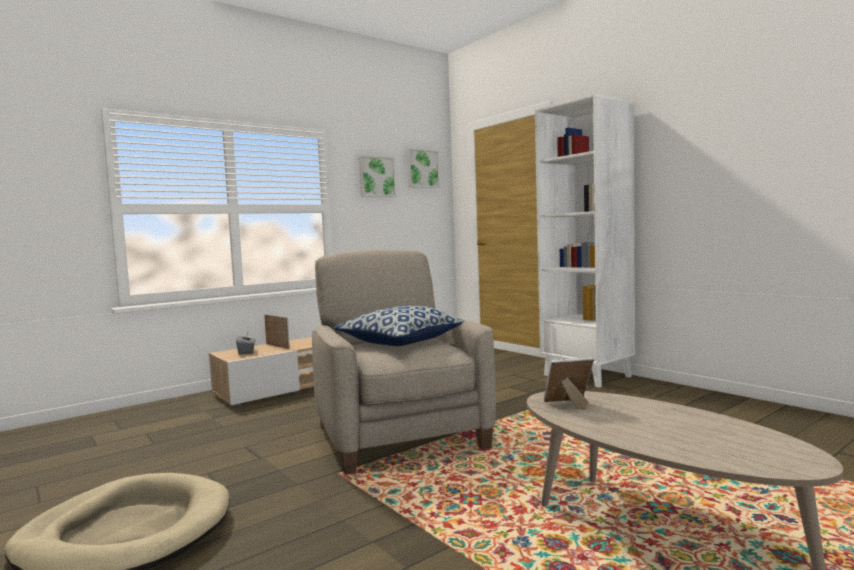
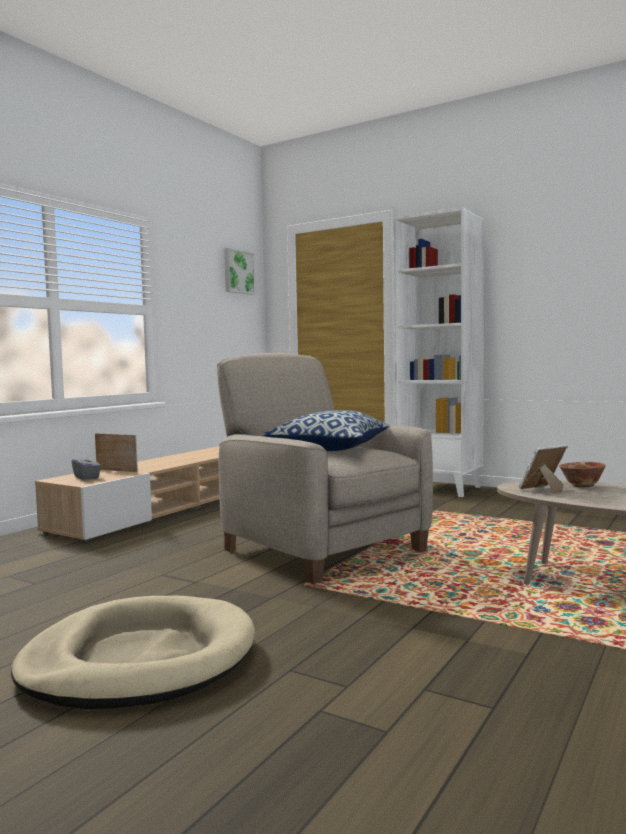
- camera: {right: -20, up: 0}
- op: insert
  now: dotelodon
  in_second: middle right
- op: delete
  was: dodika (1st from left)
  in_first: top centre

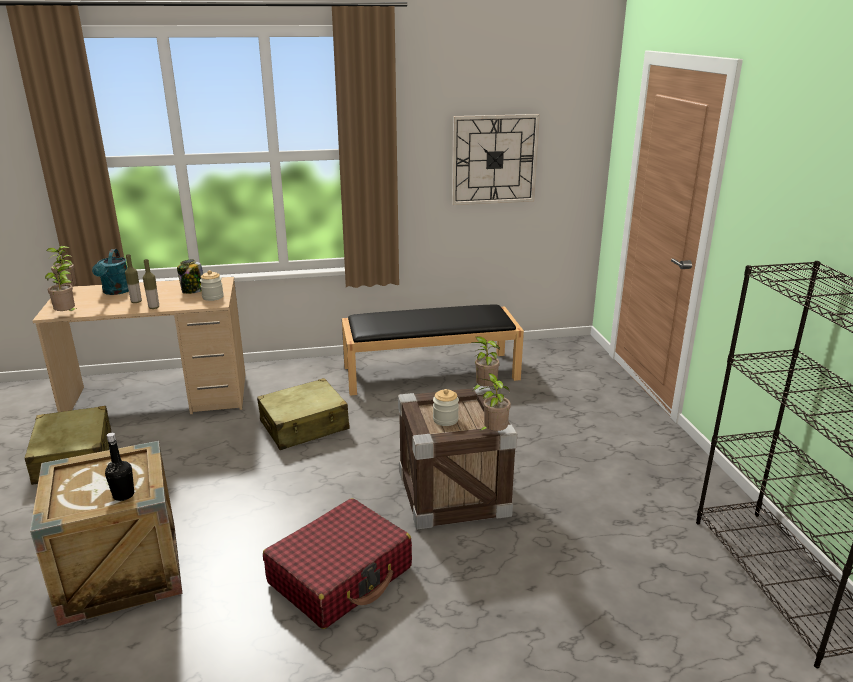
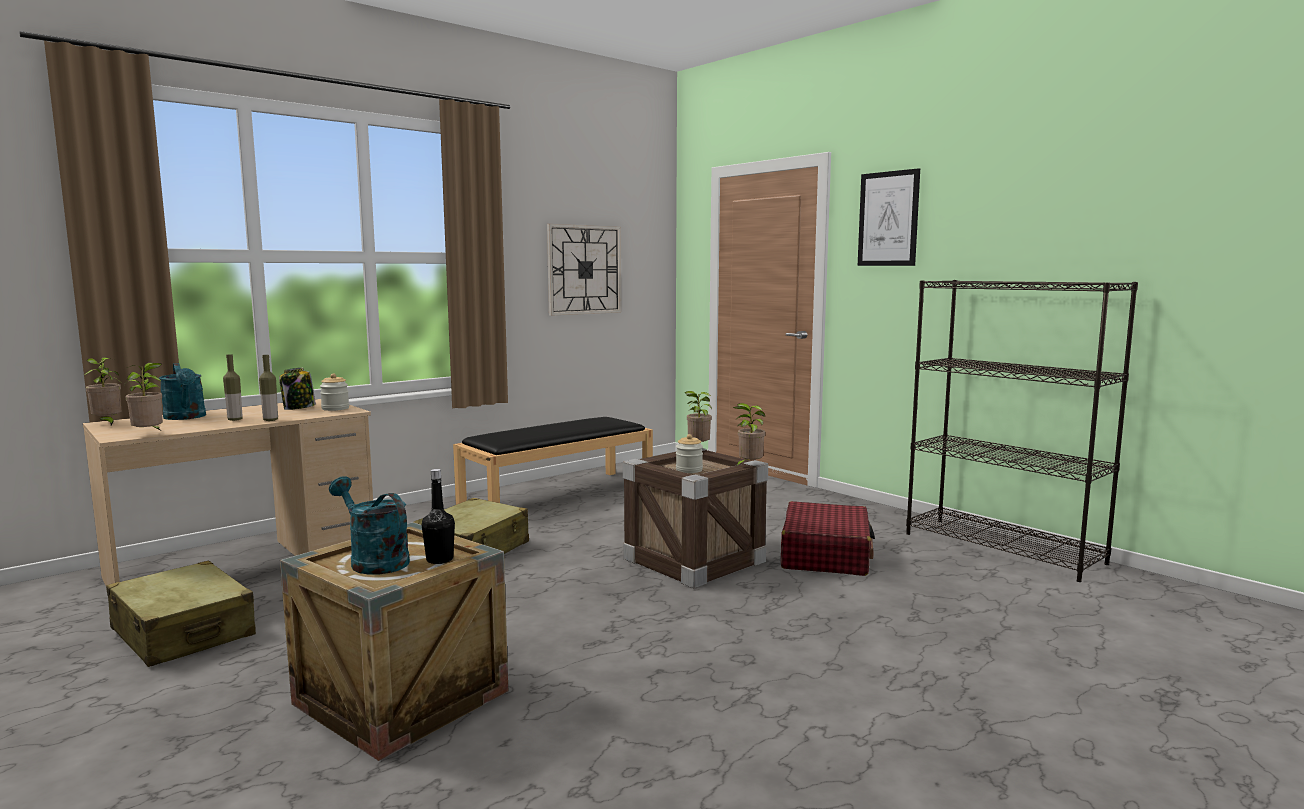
- camera: {right: -30, up: -15}
- op: insert
  now: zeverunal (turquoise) (2nd from left)
  in_second: middle left
- op: move
  was: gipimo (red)
  in_first: bottom centre
  in_second: centre
- op: insert
  now: dodika
  in_second: top right

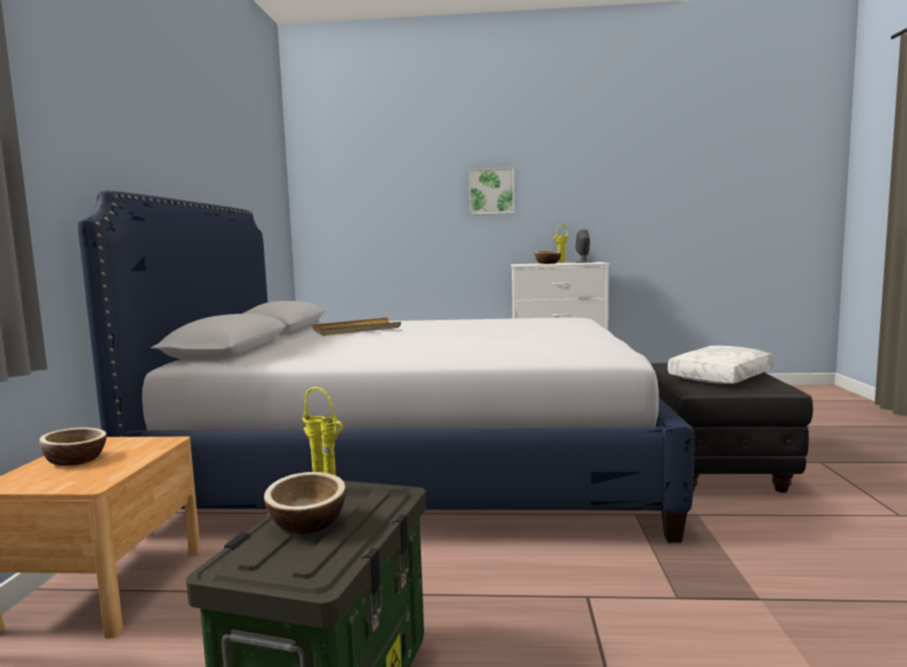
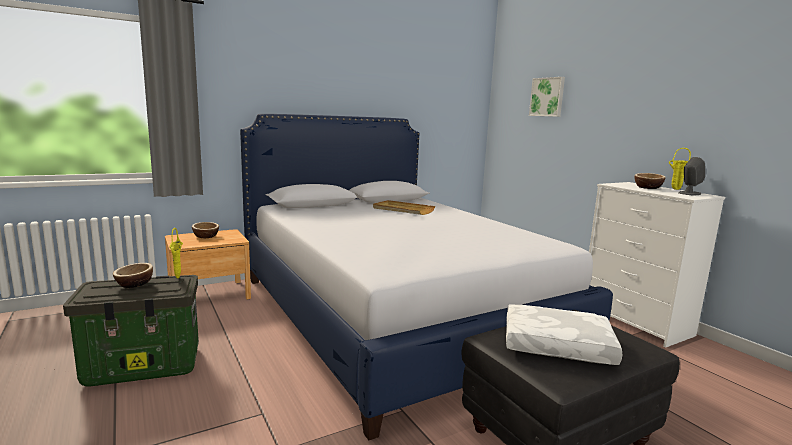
- camera: {right: 55, up: 5}
- op: move
  was: dodika
  in_first: top centre
  in_second: top right

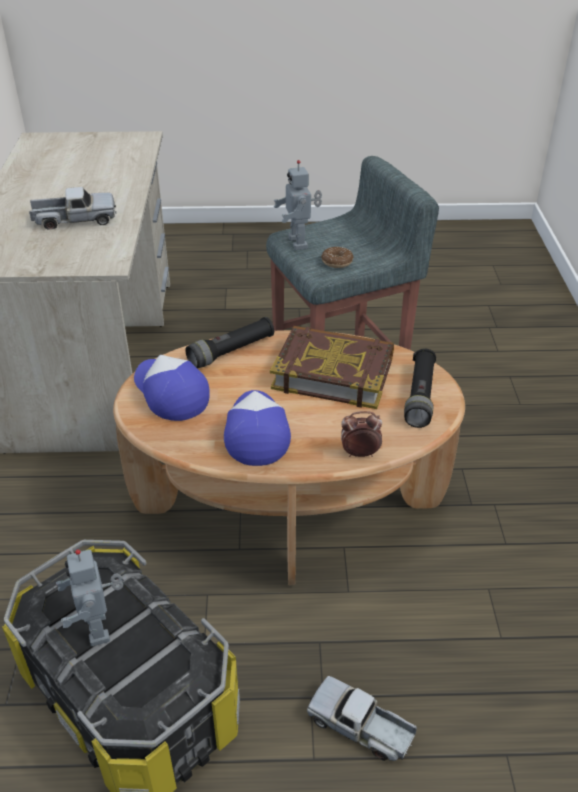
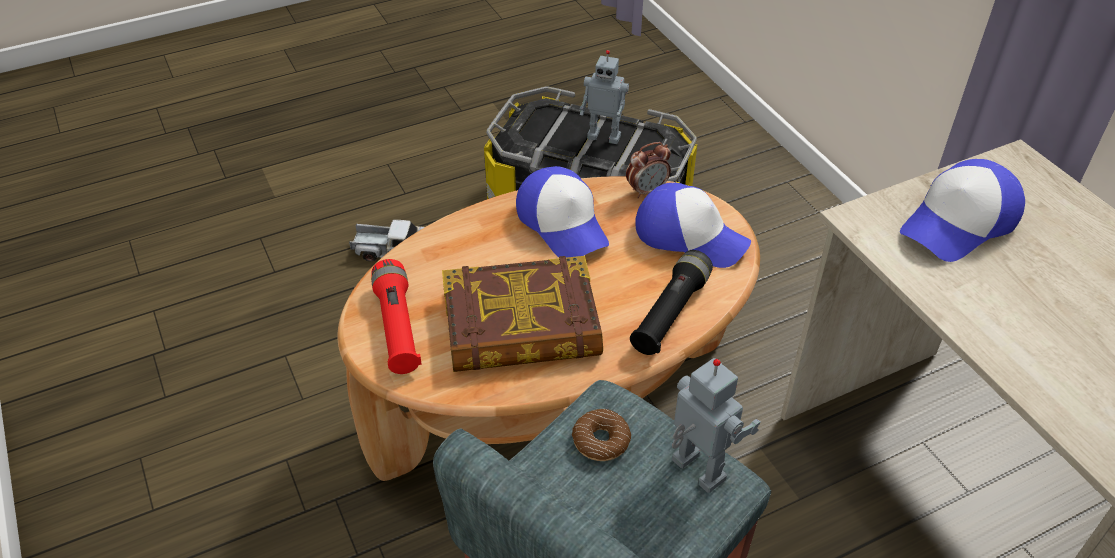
- camera: {right: 155, up: 5}
- op: recolor
  was: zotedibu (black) (2nd from left)
  now: zotedibu (red)
  in_first: middle right
  in_second: centre
- op: rotate
  was: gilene (1st from left)
  in_first: bottom left
  in_second: top centre
  clockwise: 150
- op: move
  was: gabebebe
  in_first: centre
  in_second: top centre
- op: insert
  now: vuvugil (3rd from left)
  in_second: middle right
- op: delete
  was: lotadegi (1st from left)
  in_first: top left

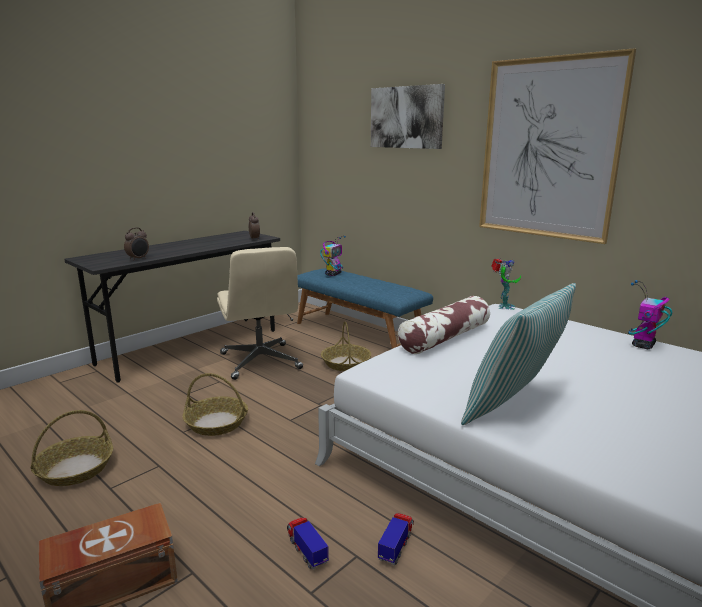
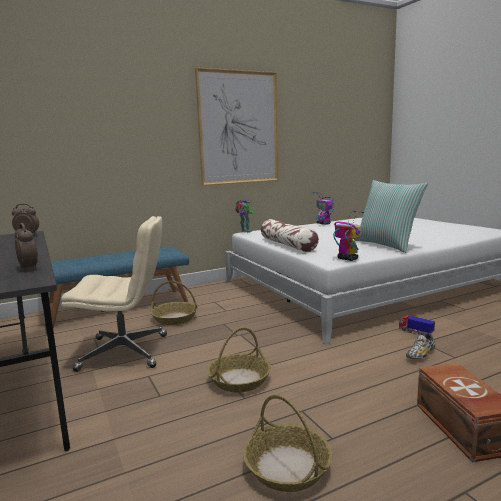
- camera: {right: -70, up: -5}
- op: move
  was: gilene (1st from left in the first image)
  now: gilene (3rd from left)
  in_first: centre
  in_second: middle right
- op: replace
  was: lotadegi (1st from left)
  now: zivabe
  in_first: bottom centre
  in_second: bottom right
- op: delete
  was: dodika (1st from left)
  in_first: top centre

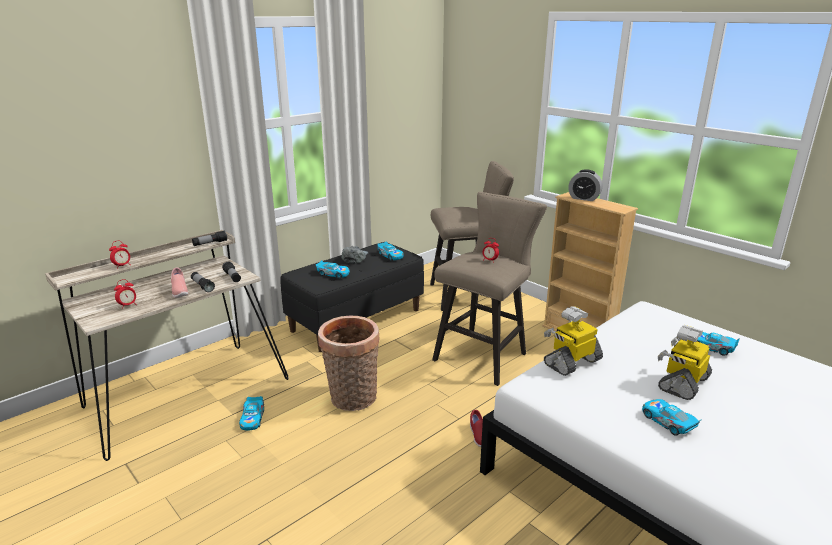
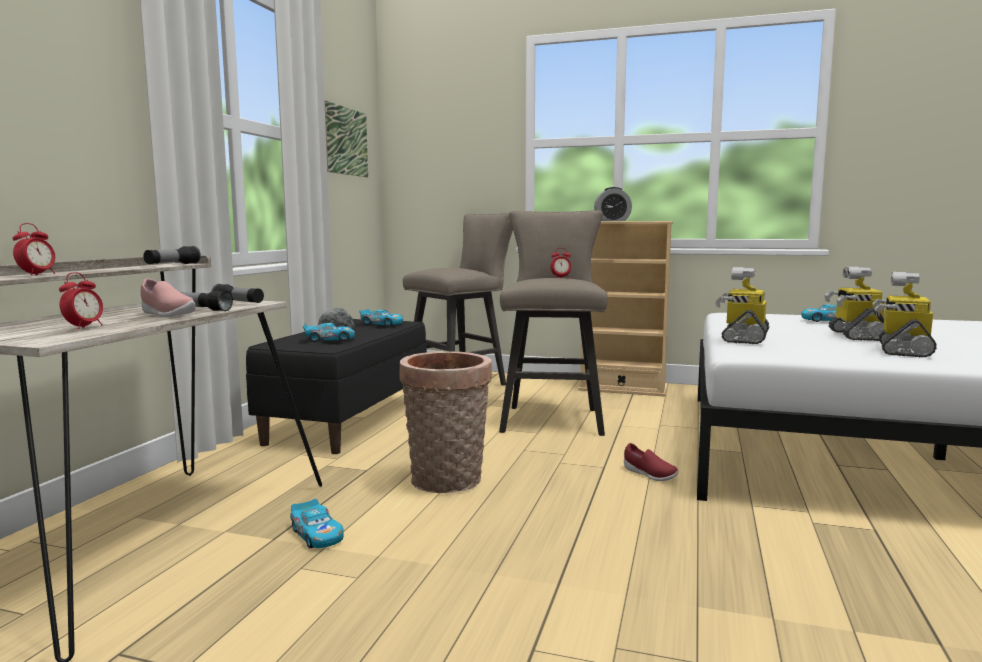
- camera: {right: -30, up: -15}
- op: insert
  now: dodika
  in_second: top centre
- op: replace
  was: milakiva (4th from left)
  now: gilene (3rd from left)
  in_first: bottom right
  in_second: middle right

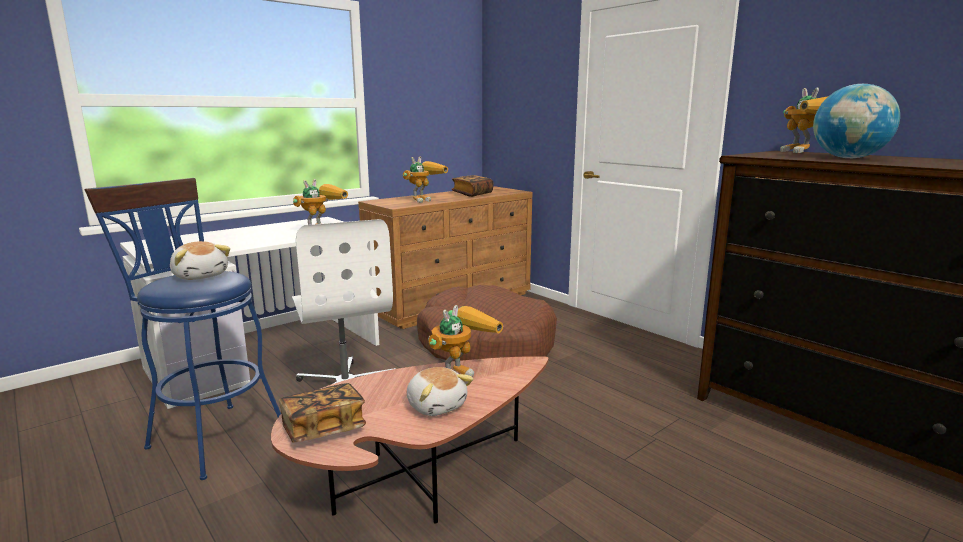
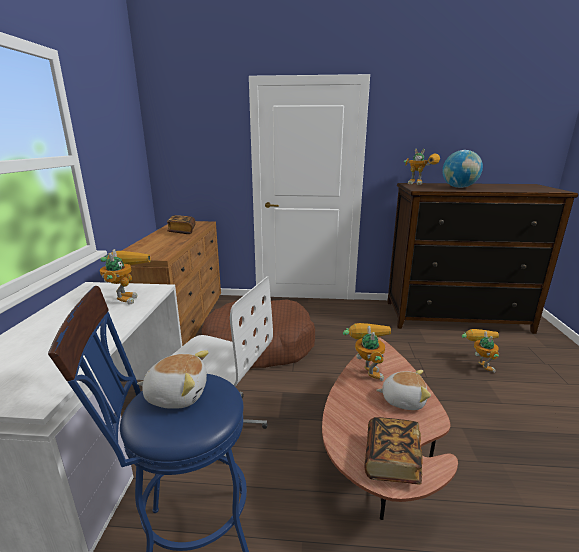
- camera: {right: -45, up: 5}
- op: move
  was: gilene (2nd from left in the first image)
  now: gilene (4th from left)
  in_first: top centre
  in_second: middle right

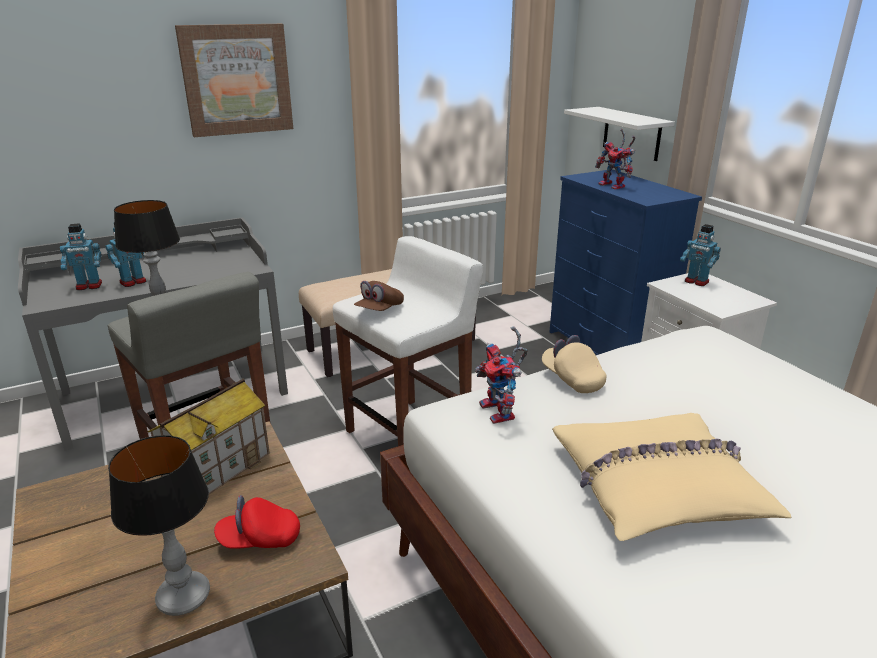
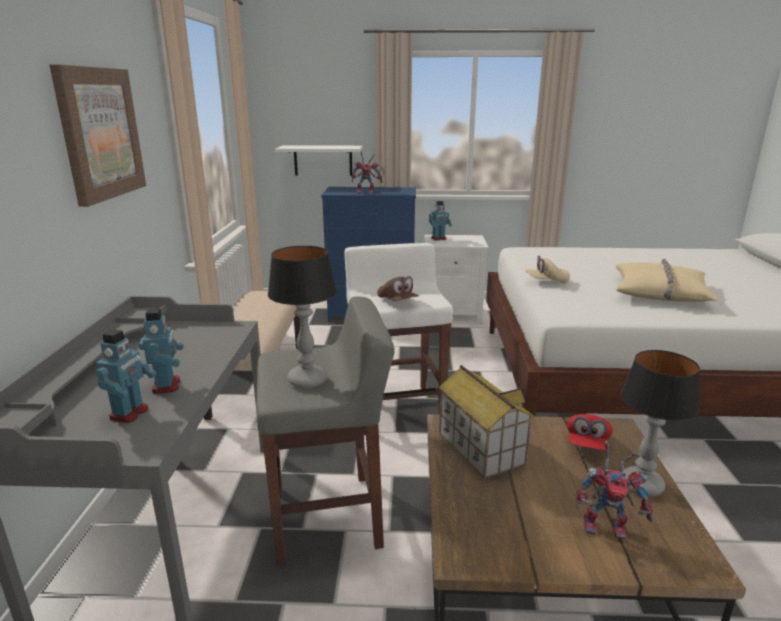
- camera: {right: -60, up: -5}
- op: move
  was: gilene (3rd from left in the first image)
  now: gilene (5th from left)
  in_first: centre
  in_second: bottom right

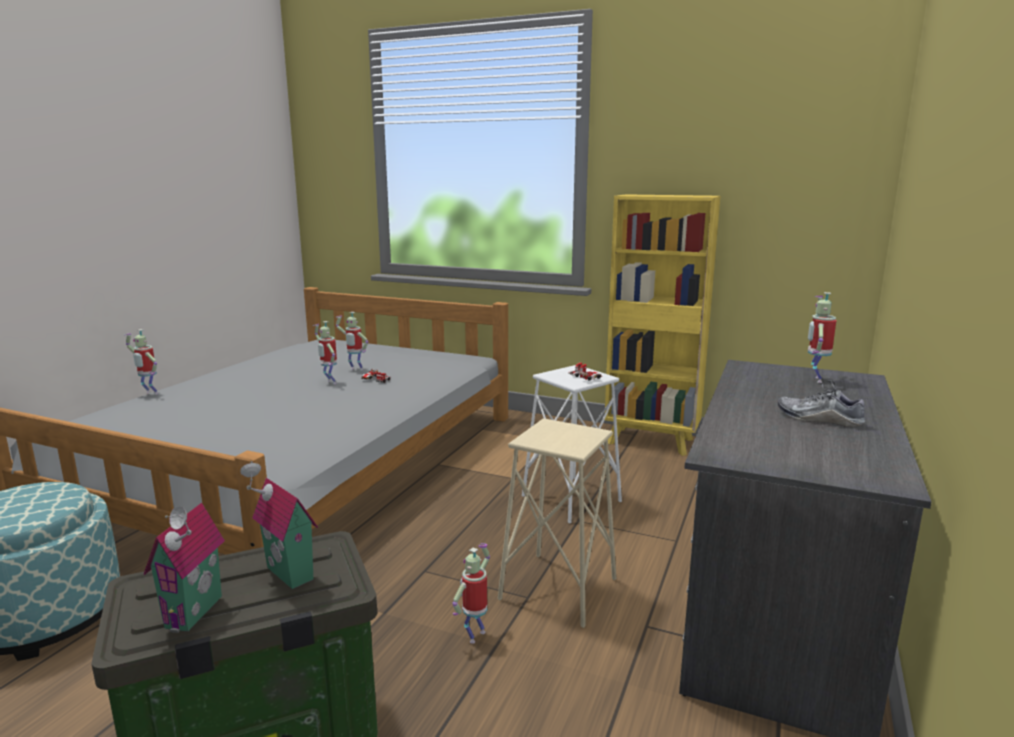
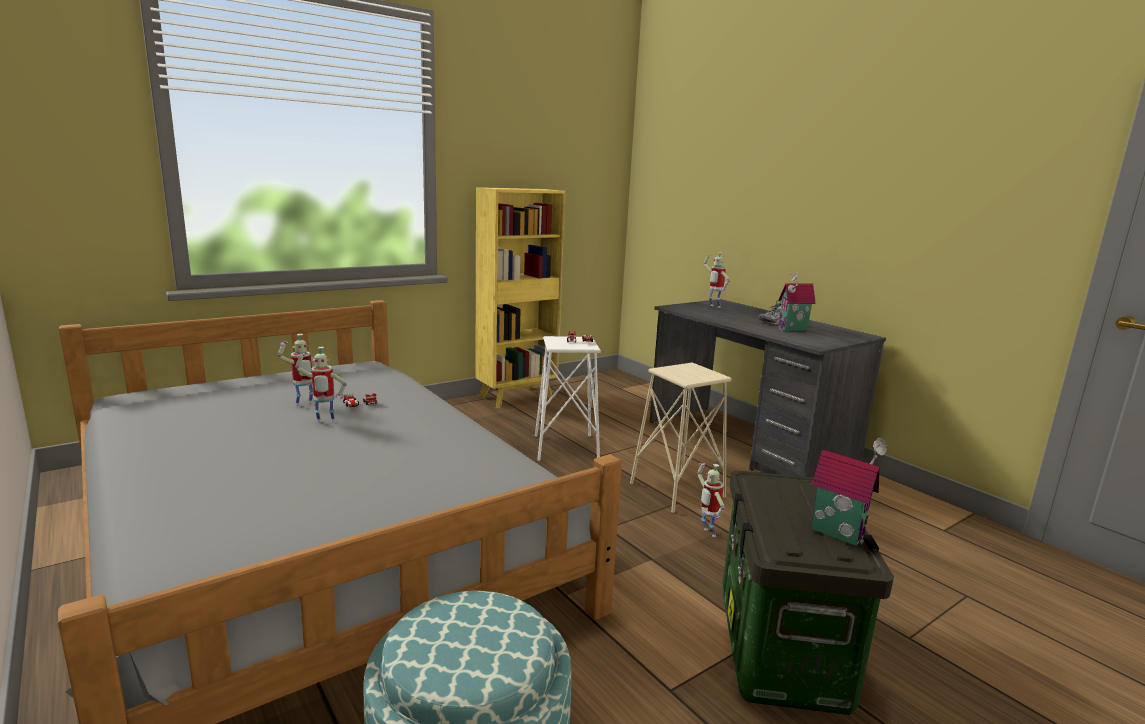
- camera: {right: -60, up: 0}
- op: move
  was: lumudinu (2nd from left in the first image)
  now: lumudinu (1st from left)
  in_first: bottom left
  in_second: middle right
- op: delete
  was: gilene (1st from left)
  in_first: middle left

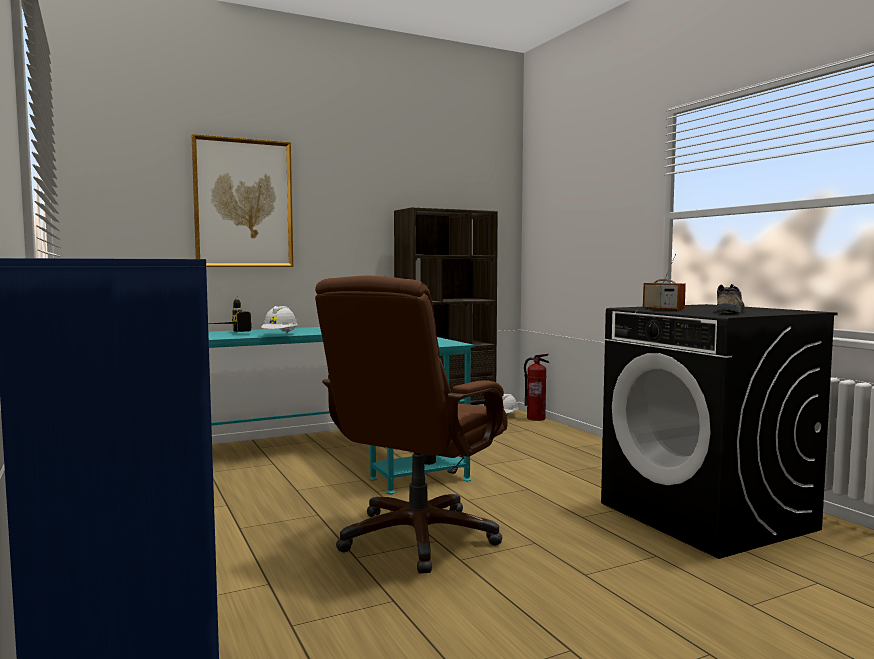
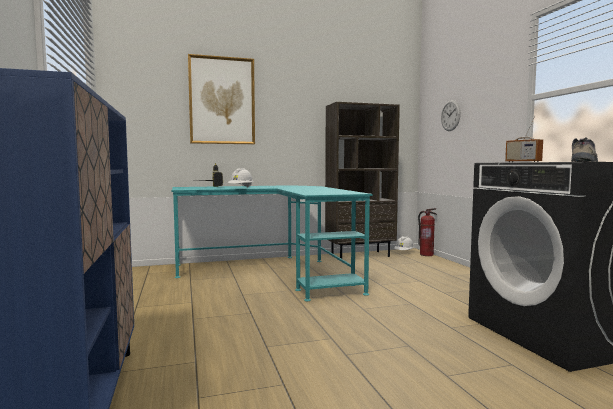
- camera: {right: 10, up: 0}
- op: insert
  now: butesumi
  in_second: top right
- op: delete
  was: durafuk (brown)
  in_first: centre

